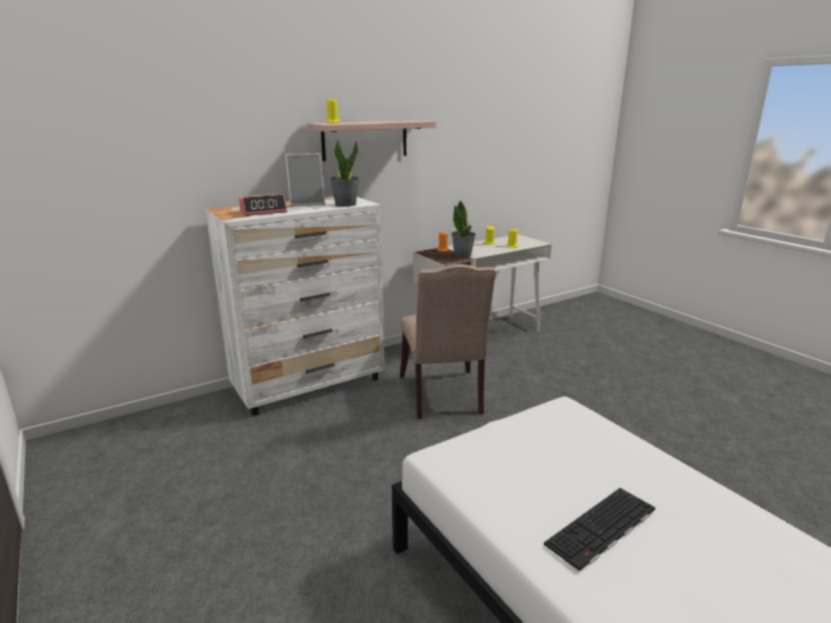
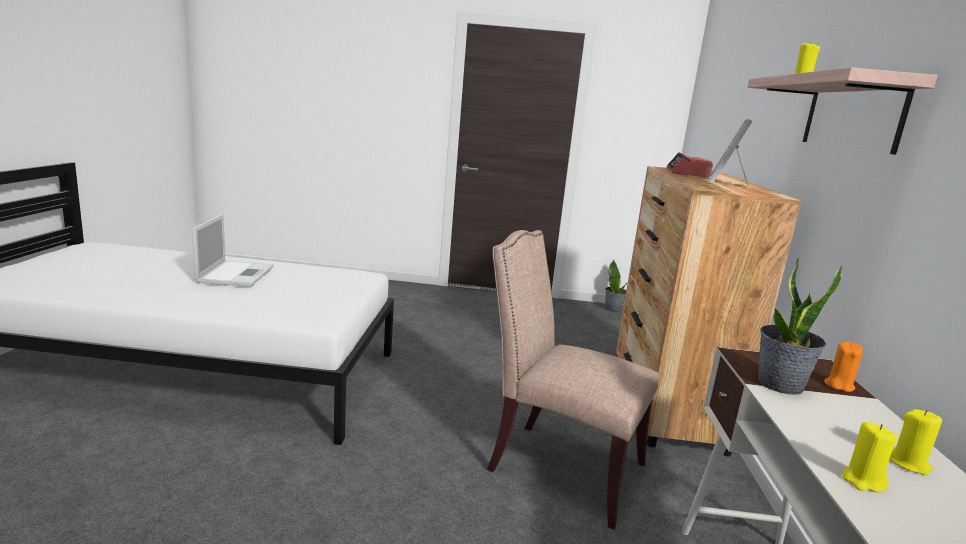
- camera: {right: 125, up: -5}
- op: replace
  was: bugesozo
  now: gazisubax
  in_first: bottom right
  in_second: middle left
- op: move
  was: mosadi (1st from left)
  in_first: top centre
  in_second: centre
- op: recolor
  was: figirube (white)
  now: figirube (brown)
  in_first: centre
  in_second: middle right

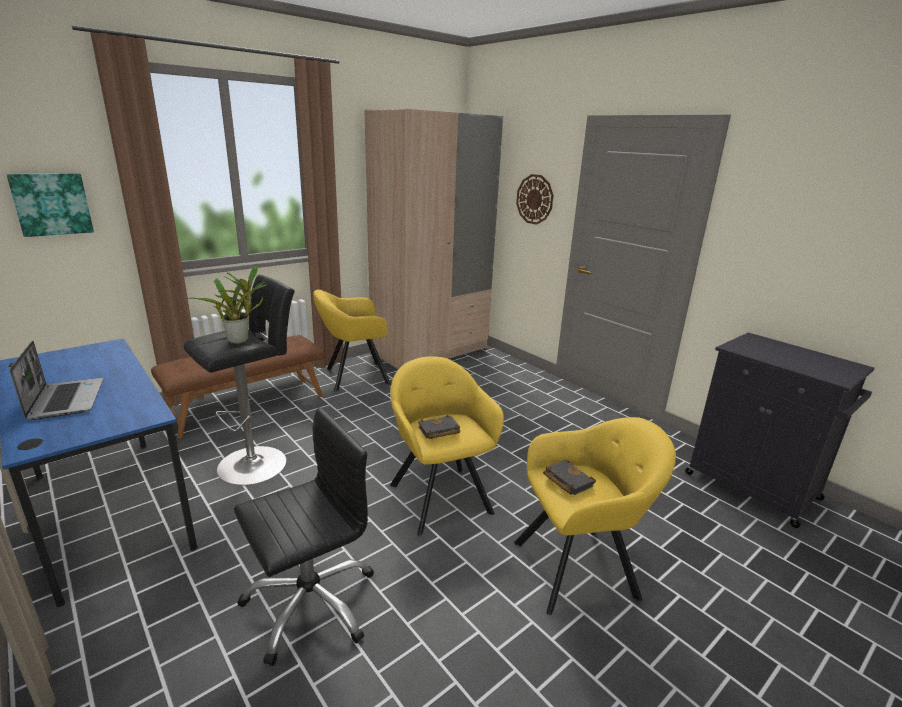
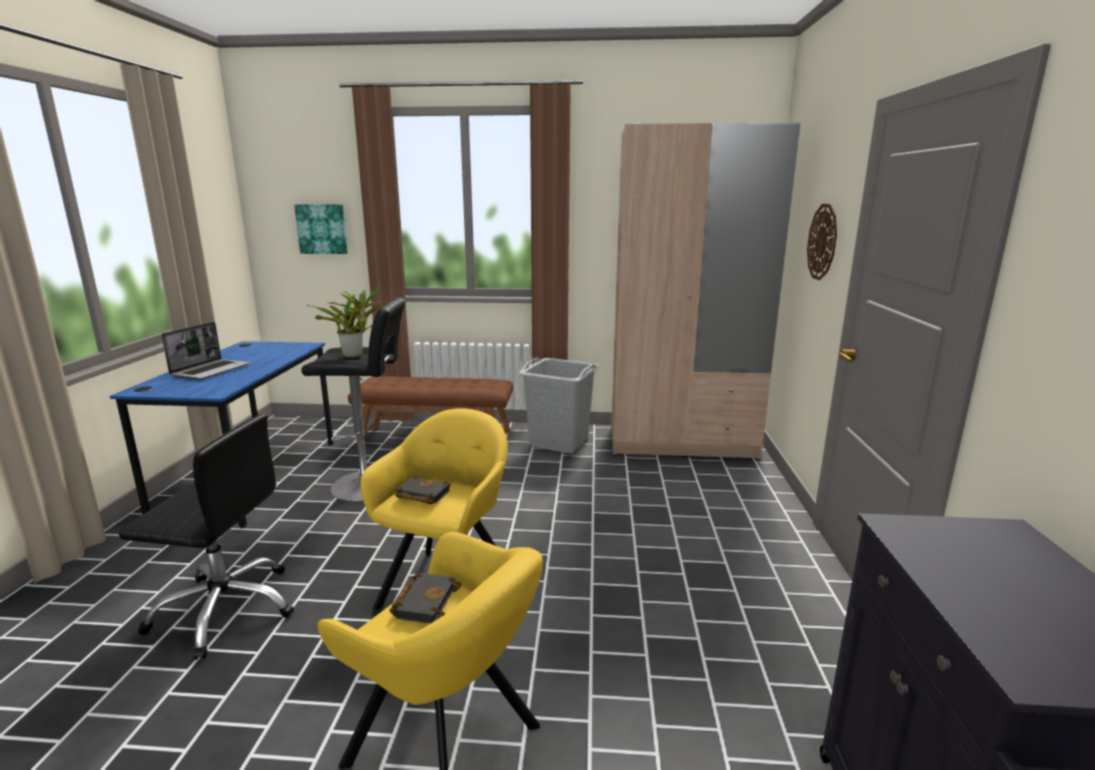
- camera: {right: 45, up: -5}
- op: replace
  was: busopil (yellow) (1st from left)
  now: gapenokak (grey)
  in_first: centre
  in_second: centre

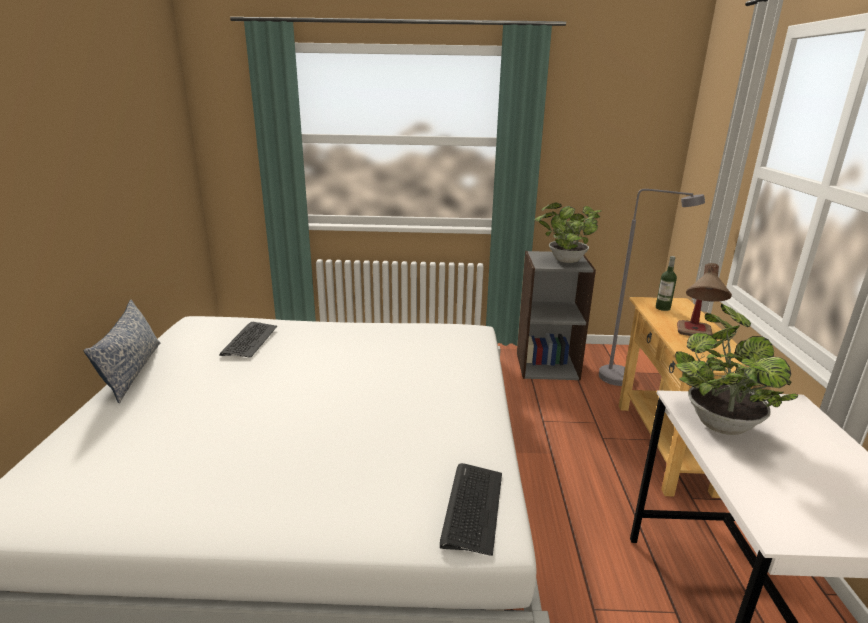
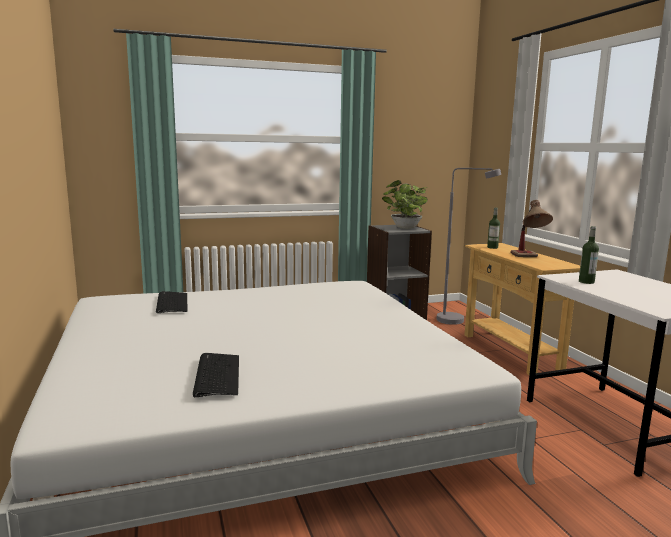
- camera: {right: -20, up: -10}
- op: move
  was: bugesozo (2nd from left)
  in_first: bottom centre
  in_second: bottom left
- op: replace
  was: mosadi (2nd from left)
  now: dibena (2nd from left)
  in_first: middle right
  in_second: middle right
- op: delete
  was: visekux
  in_first: middle left

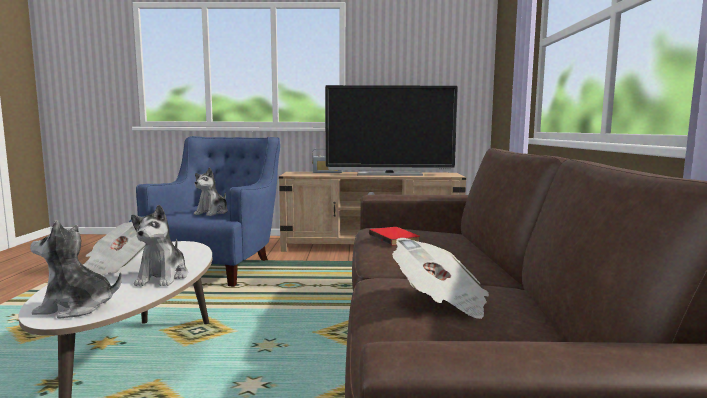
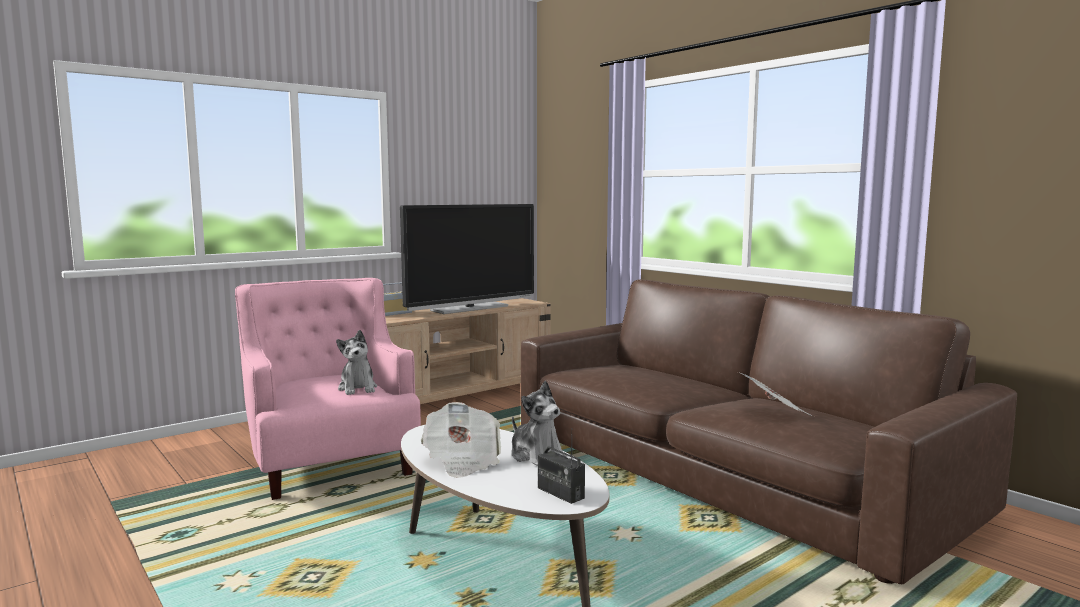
- camera: {right: -40, up: 0}
- op: recolor
  was: busopil (blue)
  now: busopil (pink)
  in_first: middle left
  in_second: middle left
- op: replace
  was: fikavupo (1st from left)
  now: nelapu (2nd from left)
  in_first: bottom left
  in_second: bottom centre
- op: delete
  was: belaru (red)
  in_first: centre

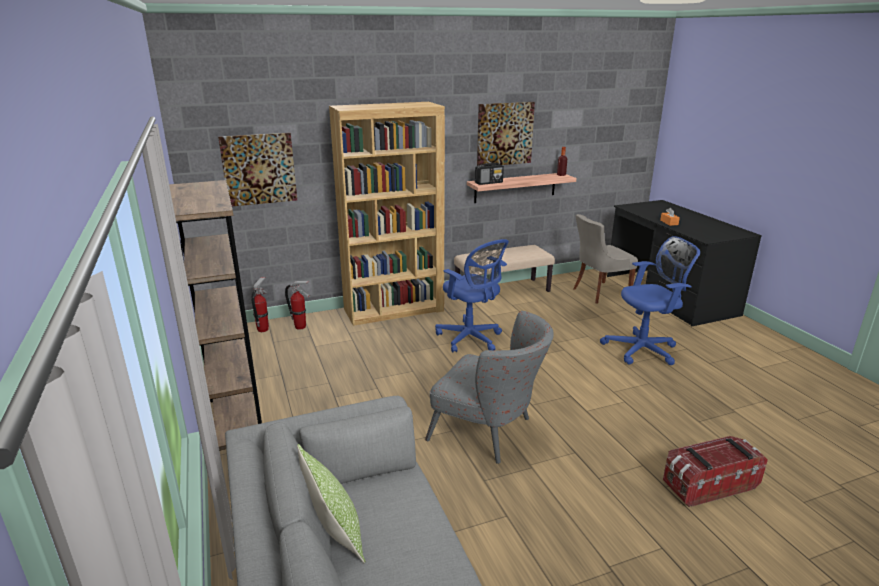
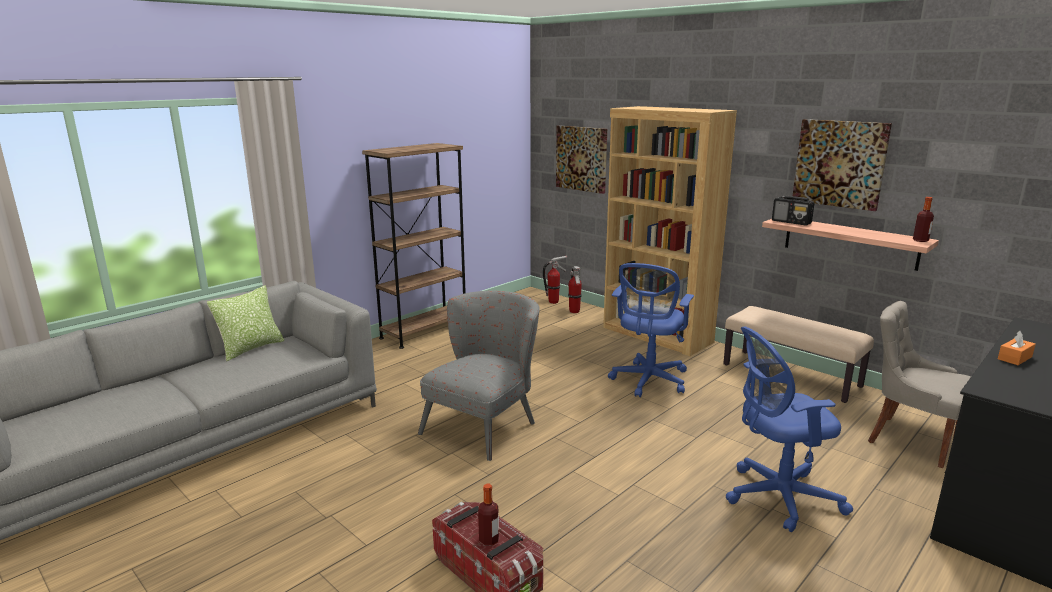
- camera: {right: 65, up: -5}
- op: rotate
  was: busopil (grey)
  in_first: centre
  in_second: centre
  clockwise: -150
- op: insert
  now: dibena (1st from left)
  in_second: bottom centre
- op: rotate
  was: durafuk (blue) (2nd from left)
  in_first: middle right
  in_second: bottom right
  clockwise: 120

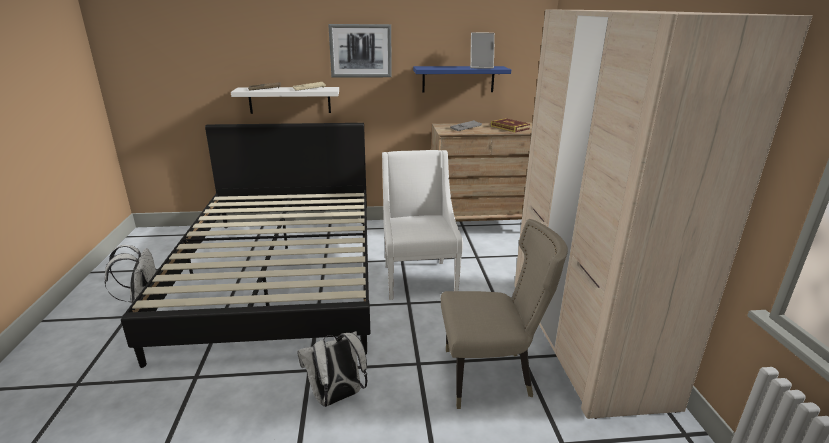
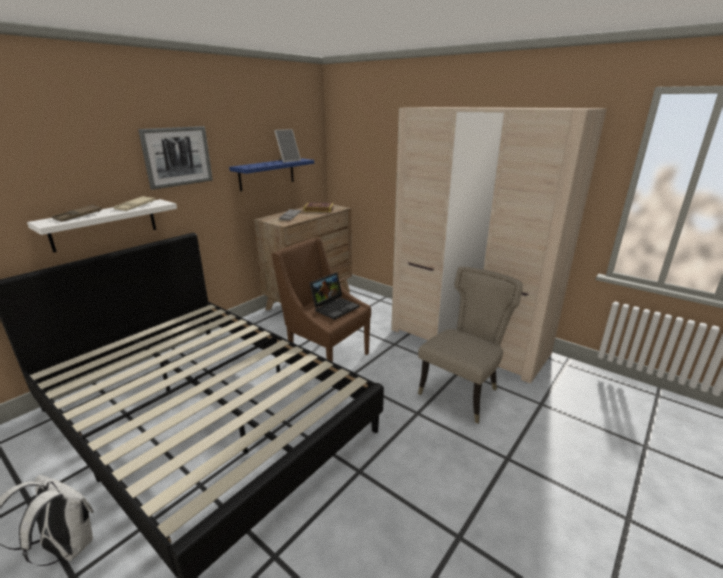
- camera: {right: -45, up: 0}
- op: recolor
  was: busopil (white)
  now: busopil (brown)
  in_first: centre
  in_second: centre
- op: insert
  now: gazisubax
  in_second: centre
- op: delete
  was: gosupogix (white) (2nd from left)
  in_first: bottom centre

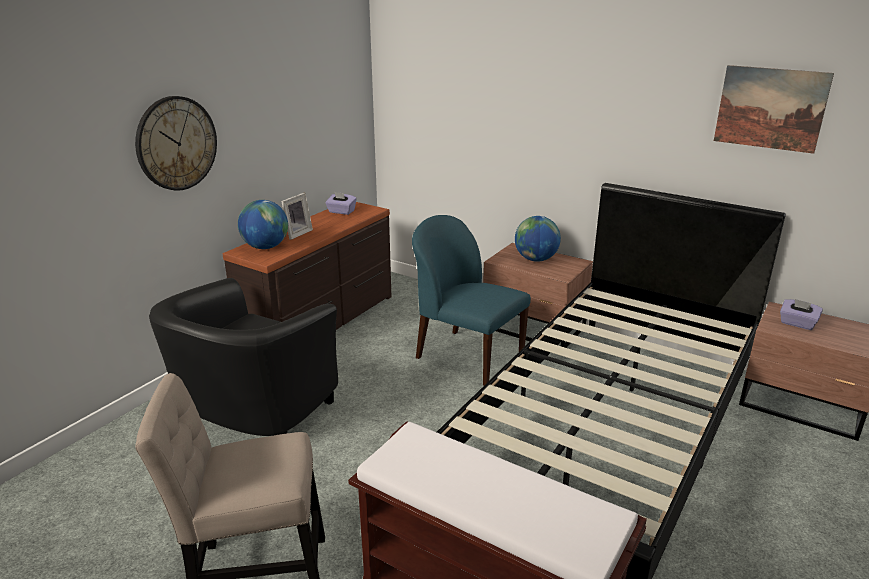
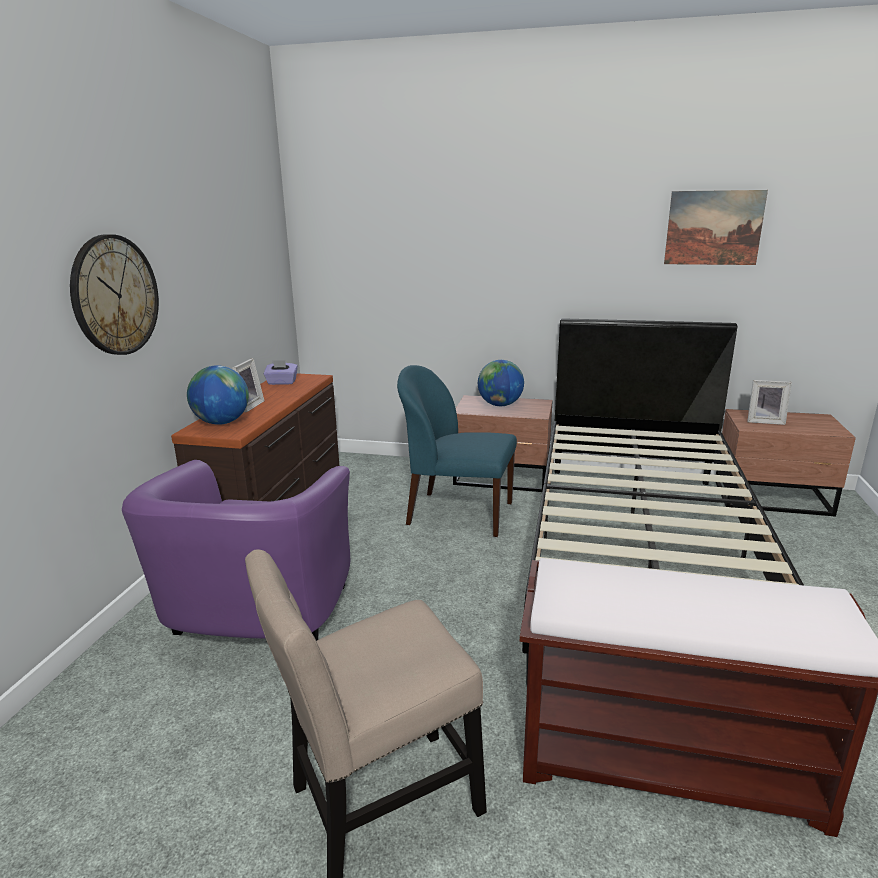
- camera: {right: -20, up: -5}
- op: recolor
  was: busopil (black)
  now: busopil (purple)
  in_first: middle left
  in_second: middle left
- op: replace
  was: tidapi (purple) (2nd from left)
  now: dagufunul (2nd from left)
  in_first: middle right
  in_second: middle right

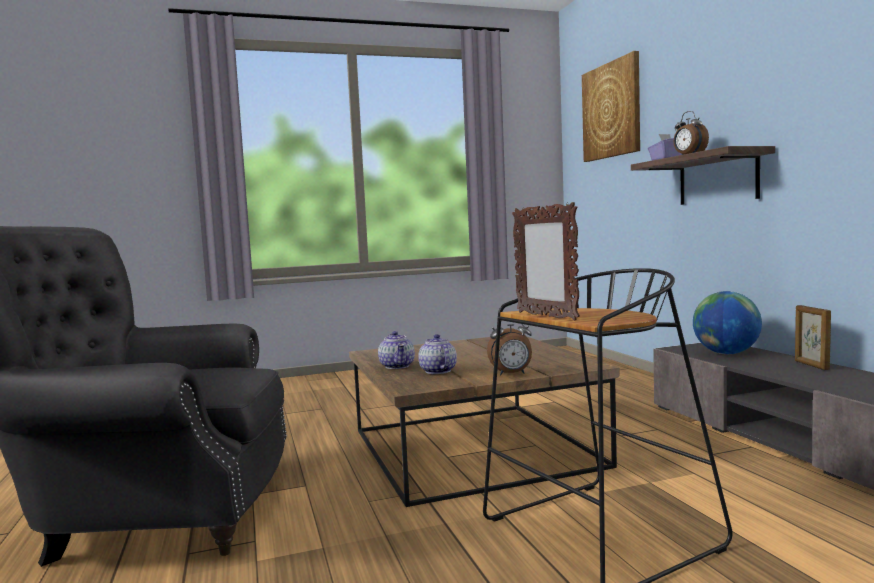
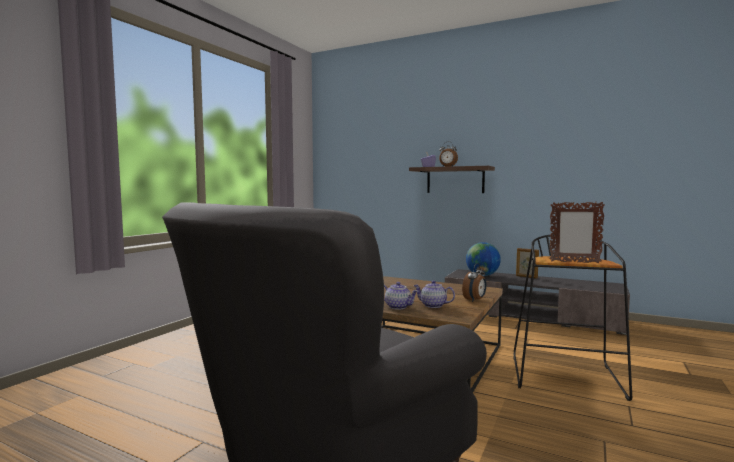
- camera: {right: -45, up: 0}
- op: delete
  was: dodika
  in_first: top right

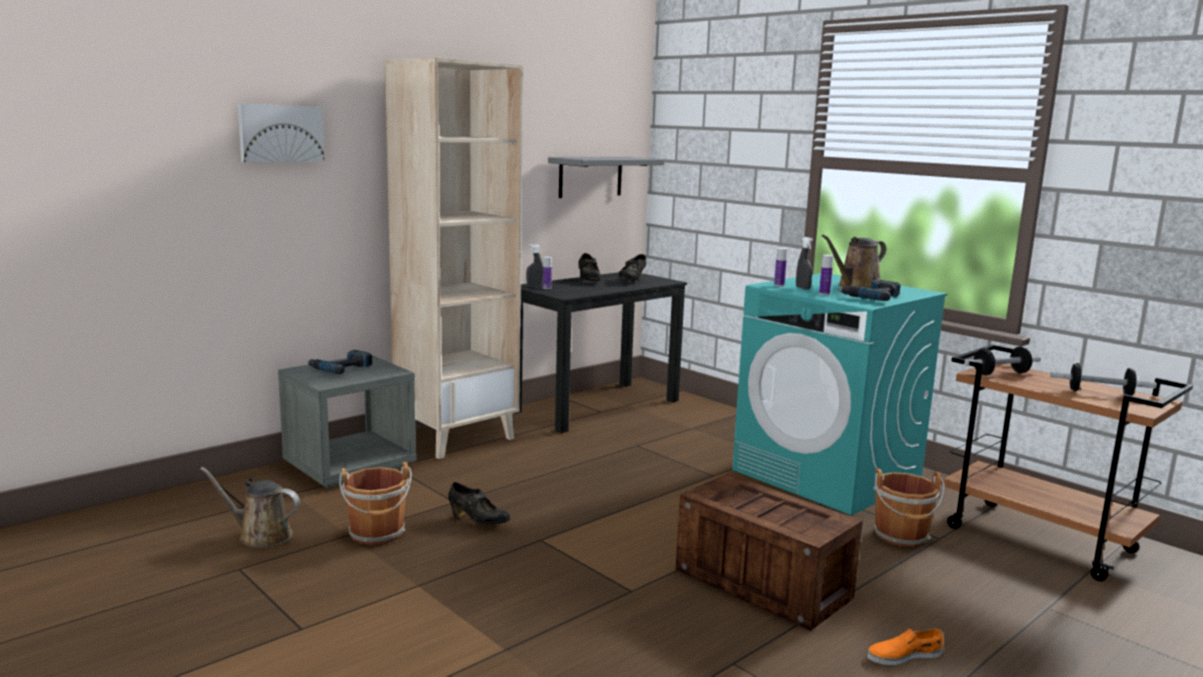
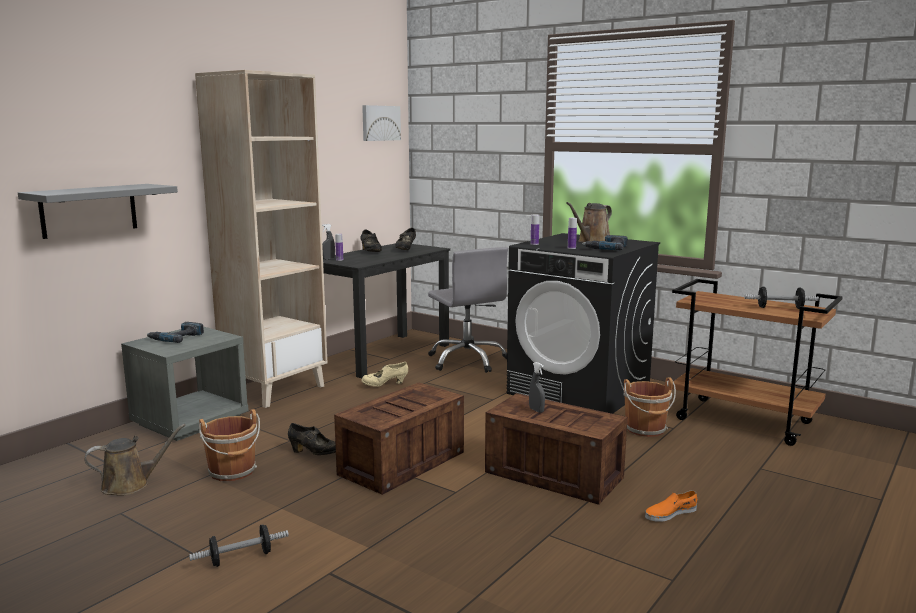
- camera: {right: -10, up: 0}
- op: move
  was: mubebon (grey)
  in_first: top centre
  in_second: middle left
- op: rotate
  was: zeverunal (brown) (1st from left)
  in_first: bottom left
  in_second: bottom left
  clockwise: 150
- op: move
  was: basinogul (1st from left)
  in_first: middle right
  in_second: bottom left
- op: insert
  now: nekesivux (1st from left)
  in_second: bottom centre
- op: insert
  now: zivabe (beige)
  in_second: centre
- op: move
  was: dodika
  in_first: top left
  in_second: top centre
- op: insert
  now: durafuk (grey)
  in_second: centre
- op: recolor
  was: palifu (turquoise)
  now: palifu (black)
  in_first: middle right
  in_second: centre
- op: move
  was: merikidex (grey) (2nd from left)
  in_first: middle right
  in_second: centre

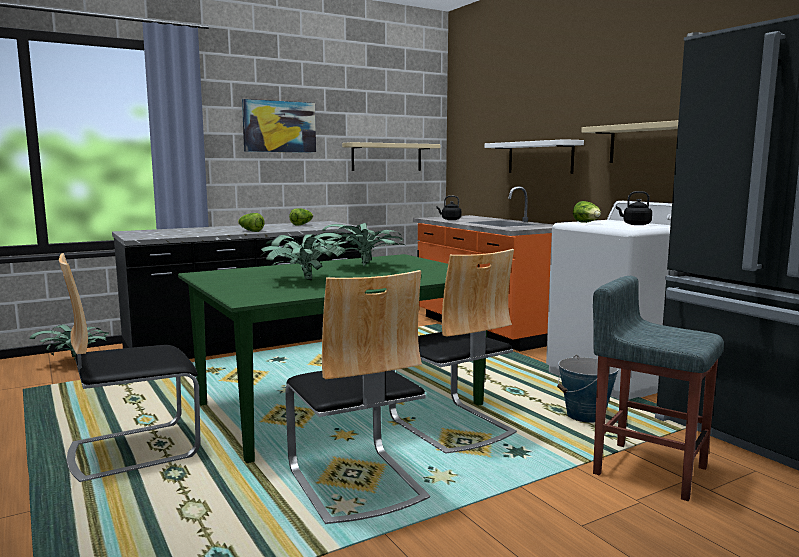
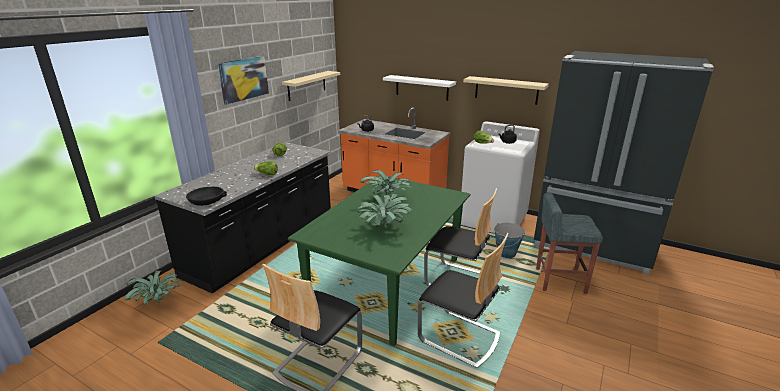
- camera: {right: -30, up: 15}
- op: insert
  now: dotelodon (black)
  in_second: middle left

